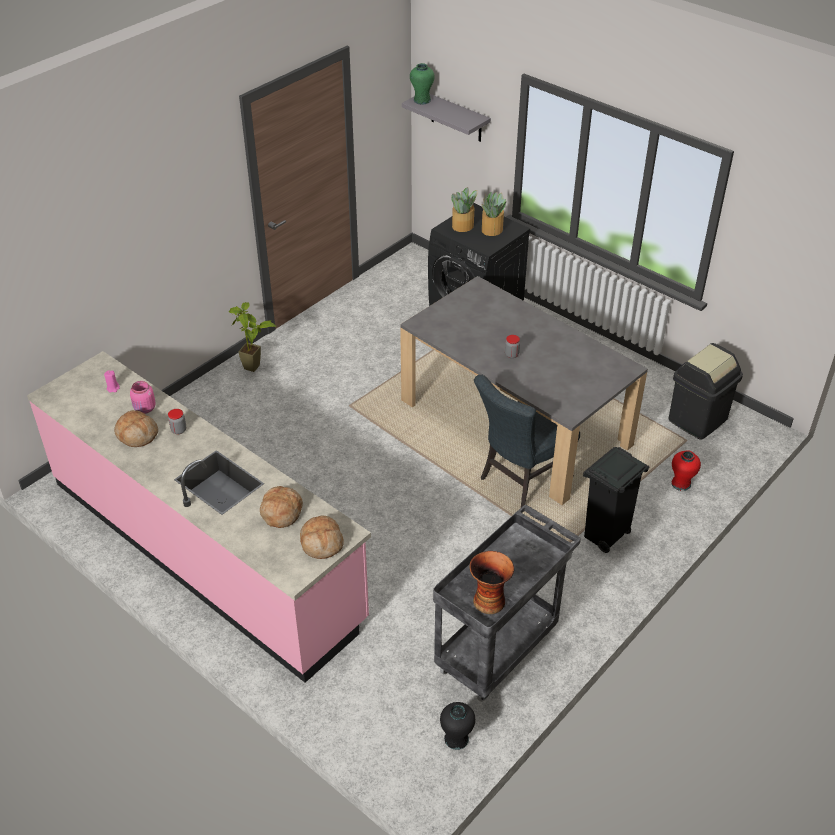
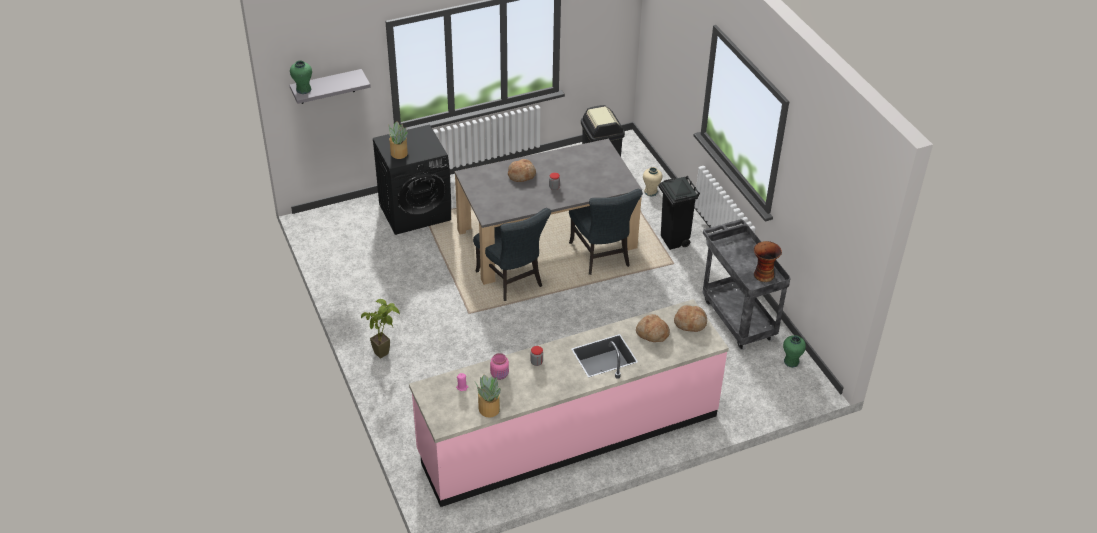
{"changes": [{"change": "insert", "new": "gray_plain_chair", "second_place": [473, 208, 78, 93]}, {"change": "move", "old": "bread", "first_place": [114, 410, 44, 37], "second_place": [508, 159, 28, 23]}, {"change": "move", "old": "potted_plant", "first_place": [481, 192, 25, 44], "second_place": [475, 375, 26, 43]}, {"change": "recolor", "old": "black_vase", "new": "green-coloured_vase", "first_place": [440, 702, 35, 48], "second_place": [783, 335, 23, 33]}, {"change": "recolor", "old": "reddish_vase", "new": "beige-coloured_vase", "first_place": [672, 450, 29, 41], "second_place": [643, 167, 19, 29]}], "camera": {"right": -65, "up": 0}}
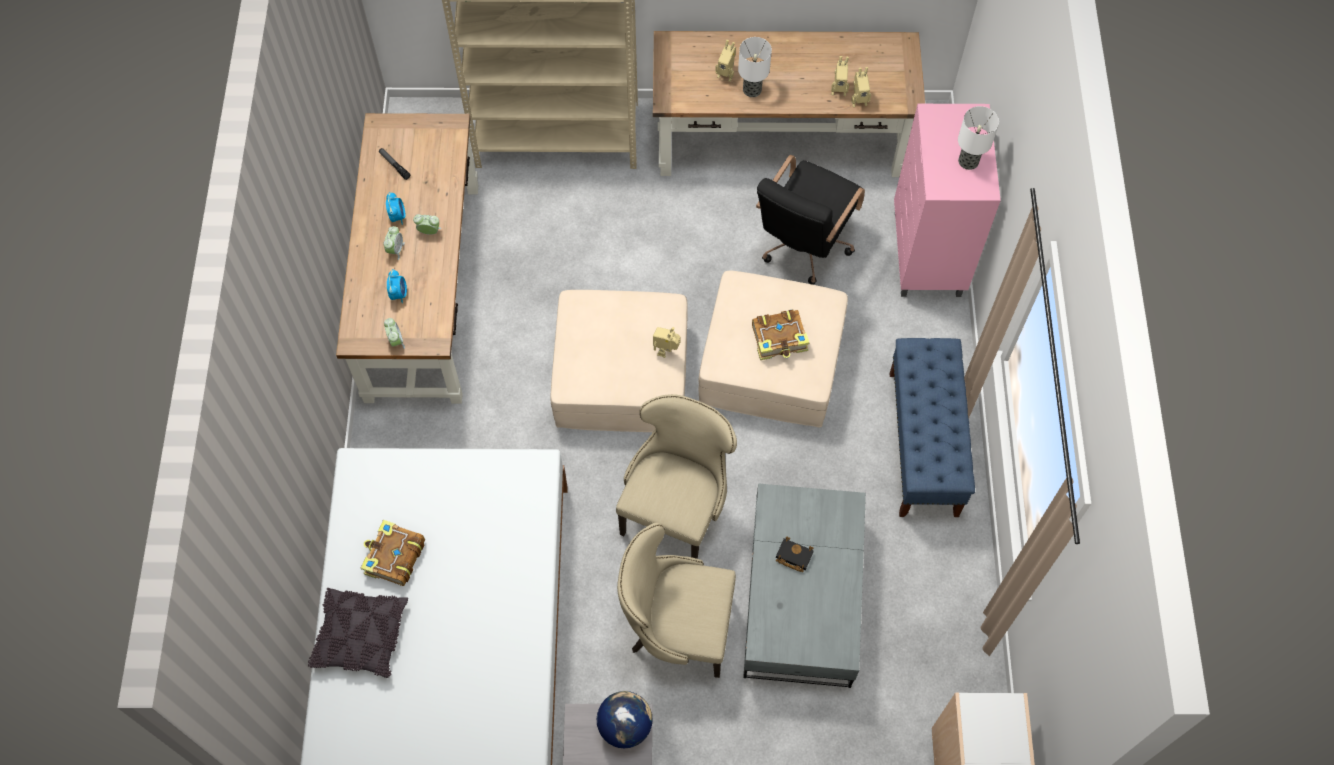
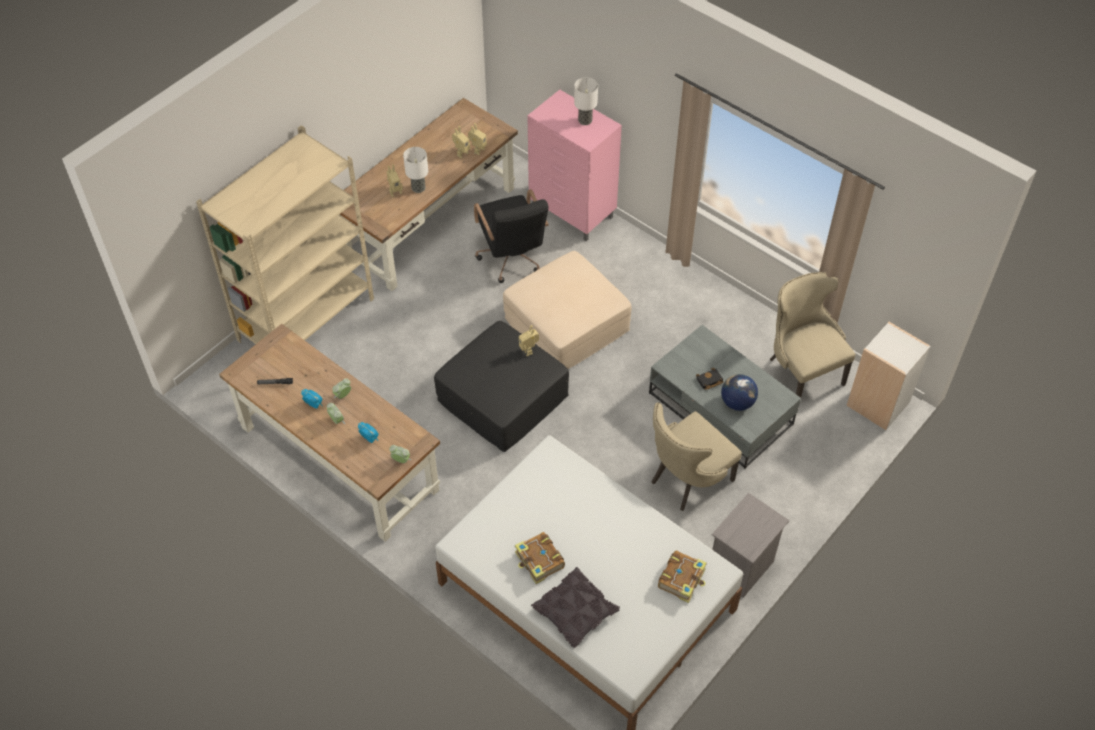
{"changes": [{"change": "delete", "old": "bluish_indoor_bench", "first_place": [889, 338, 86, 179]}, {"change": "move", "old": "globe", "first_place": [597, 691, 56, 57], "second_place": [721, 374, 37, 37]}, {"change": "move", "old": "beige-coloured_plain_chair", "first_place": [616, 394, 121, 165], "second_place": [770, 272, 86, 126]}, {"change": "move", "old": "bound_book", "first_place": [752, 309, 58, 51], "second_place": [658, 550, 49, 53]}, {"change": "recolor", "old": "beige-coloured_ottoman", "new": "black_ottoman", "first_place": [550, 290, 138, 142], "second_place": [434, 321, 135, 131]}], "camera": {"right": -50, "up": -10}}
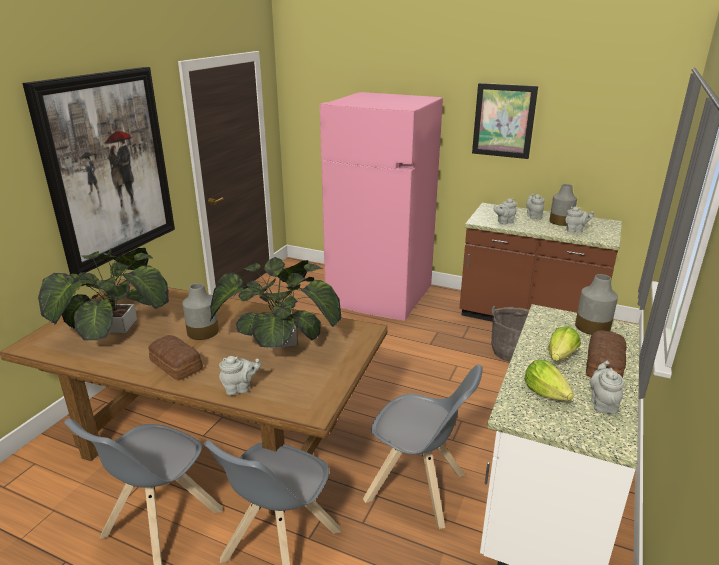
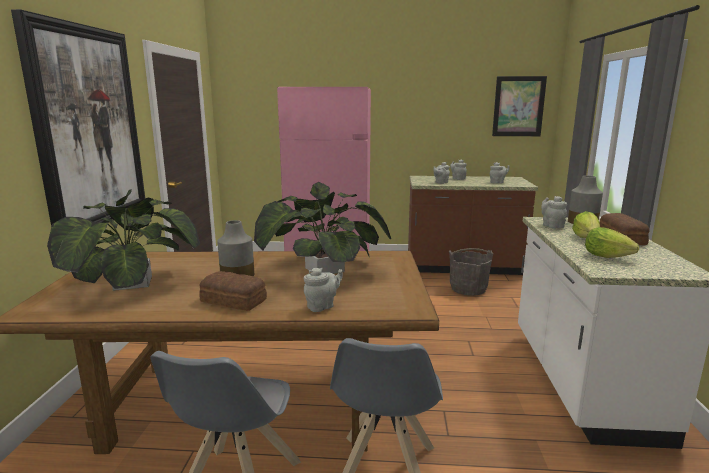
{"changes": [{"change": "delete", "old": "gray_plain_chair", "first_place": [363, 365, 120, 164]}, {"change": "delete", "old": "gray_vase", "first_place": [549, 184, 28, 42]}, {"change": "move", "old": "wall_picture", "first_place": [472, 83, 66, 76], "second_place": [492, 76, 55, 60]}, {"change": "move", "old": "gray_tea_pot", "first_place": [589, 361, 35, 53], "second_place": [541, 196, 26, 32]}], "camera": {"right": -20, "up": -10}}
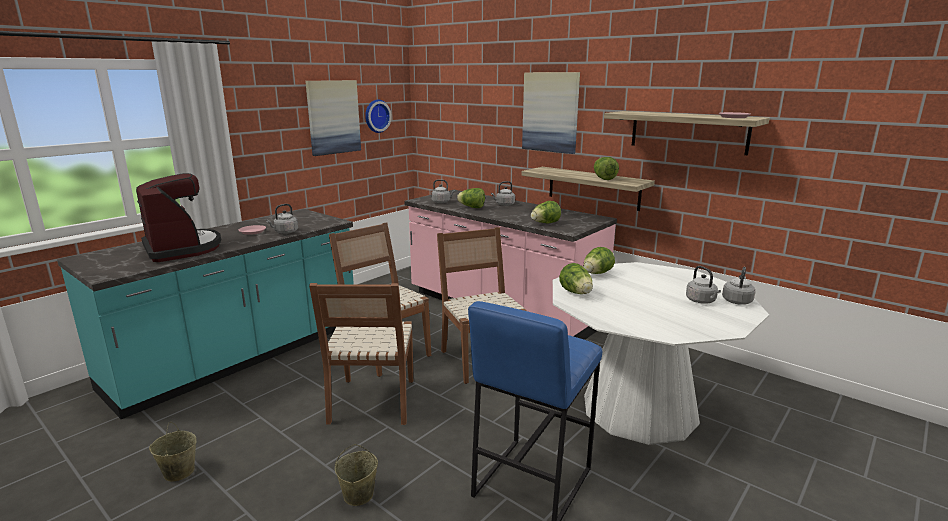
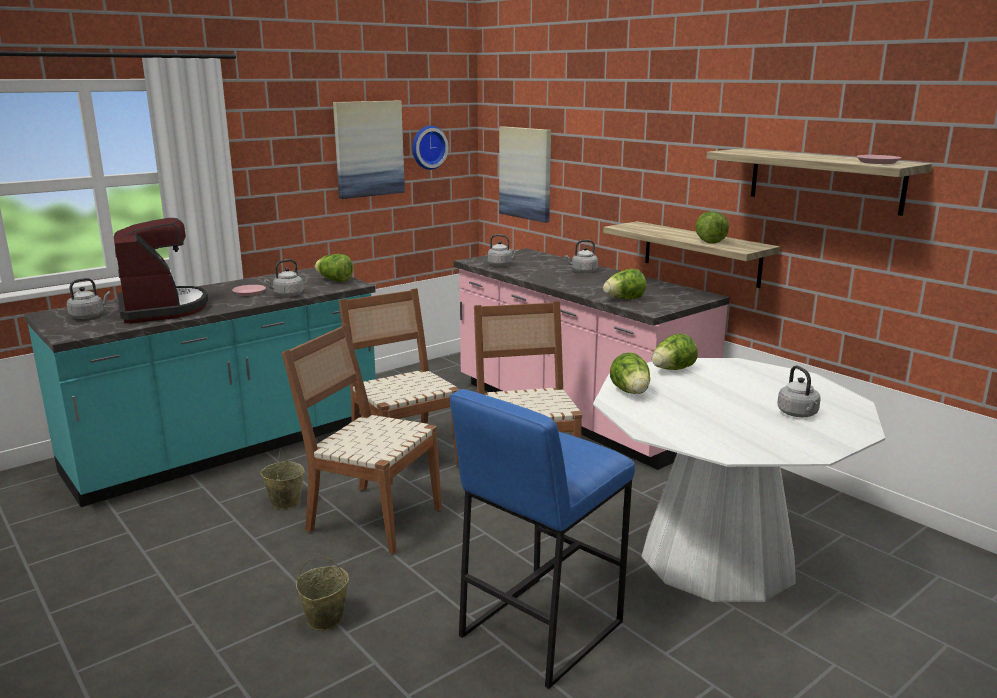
{"changes": [{"change": "move", "old": "beige-coloured_pail", "first_place": [149, 422, 48, 59], "second_place": [260, 449, 45, 60]}, {"change": "move", "old": "lettuce_head", "first_place": [457, 188, 28, 20], "second_place": [315, 254, 38, 28]}, {"change": "move", "old": "wall_picture", "first_place": [522, 72, 58, 82], "second_place": [499, 126, 52, 97]}, {"change": "move", "old": "gray_tea_kettle", "first_place": [722, 267, 33, 38], "second_place": [67, 278, 43, 41]}, {"change": "rotate", "old": "plain_chair", "first_place": [309, 283, 104, 142], "second_place": [282, 324, 160, 231], "degrees": 105}], "camera": {"right": 10, "up": 0}}
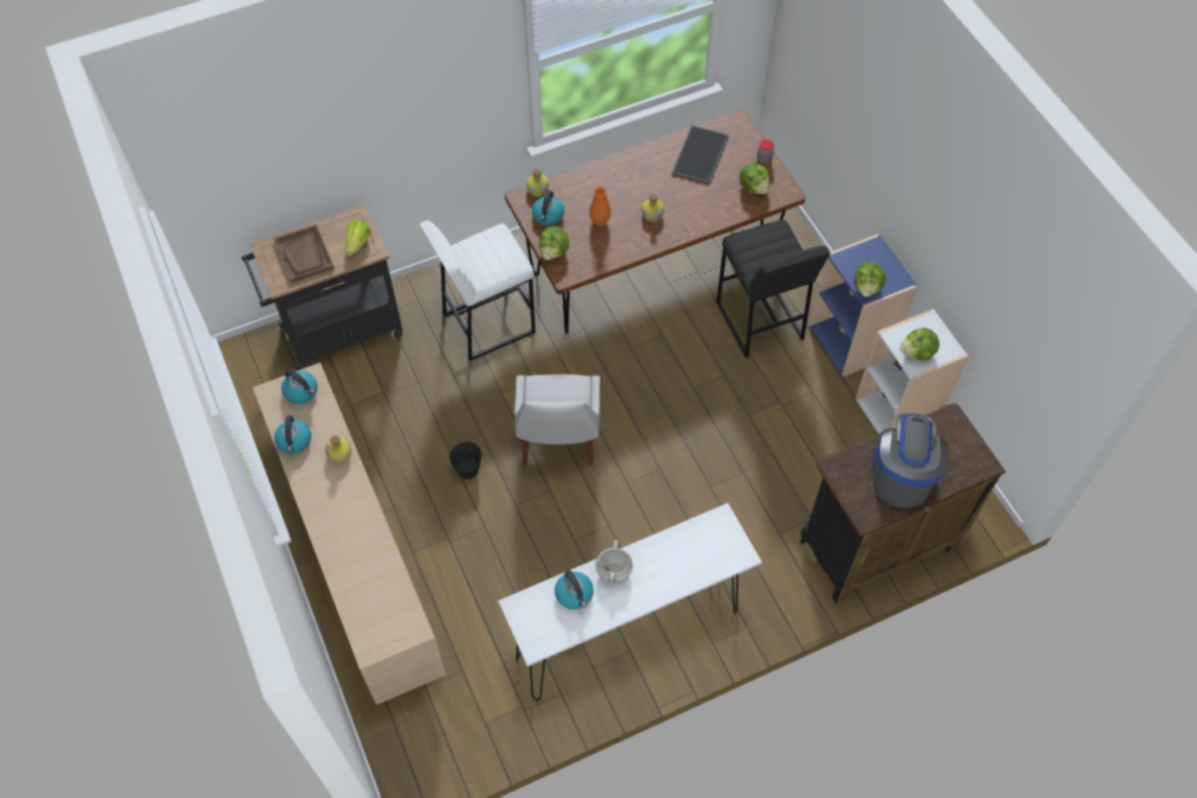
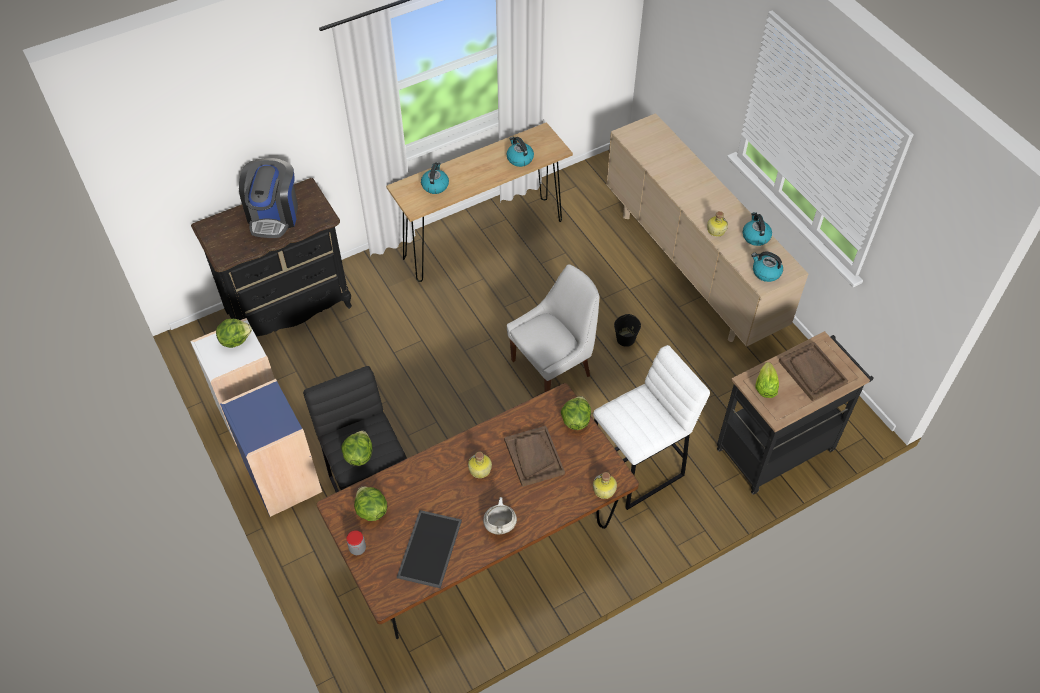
{"changes": [{"change": "move", "old": "tea_kettle", "first_place": [532, 190, 32, 36], "second_place": [421, 162, 28, 32]}, {"change": "move", "old": "white_saucepot", "first_place": [596, 540, 37, 43], "second_place": [483, 497, 34, 38]}, {"change": "move", "old": "lettuce_head", "first_place": [854, 262, 32, 35], "second_place": [341, 431, 31, 35]}, {"change": "replace", "old": "orangey_vase", "new": "brownish_serving_tray", "first_place": [589, 187, 22, 39], "second_place": [504, 426, 61, 61]}, {"change": "recolor", "old": "white_console_table", "new": "brownish_console_table", "first_place": [498, 503, 264, 197], "second_place": [386, 122, 187, 160]}, {"change": "rotate", "old": "white_plain_chair", "first_place": [515, 374, 85, 91], "second_place": [507, 264, 92, 128], "degrees": 60}], "camera": {"right": 175, "up": -5}}
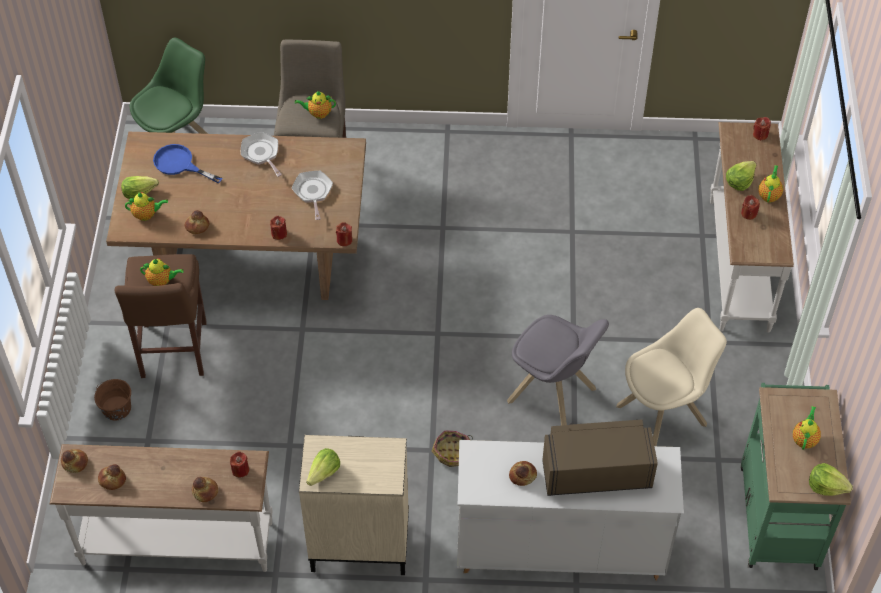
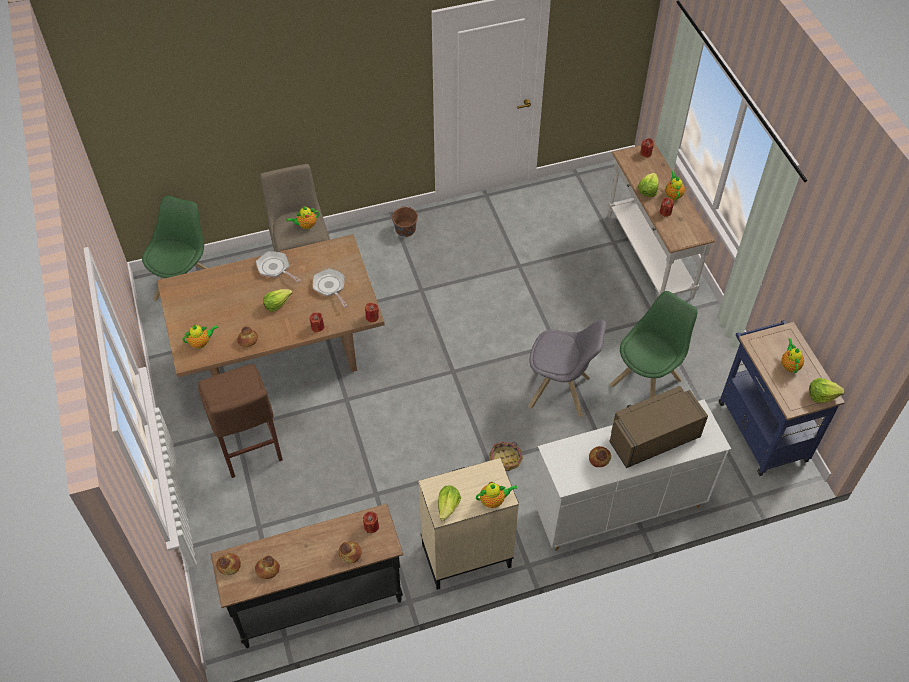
{"changes": [{"change": "delete", "old": "bluish_frying_pan", "first_place": [153, 144, 69, 40]}, {"change": "move", "old": "brownish_pail", "first_place": [94, 379, 37, 42], "second_place": [392, 206, 26, 31]}, {"change": "move", "old": "lettuce_head", "first_place": [121, 176, 38, 23], "second_place": [263, 289, 29, 22]}, {"change": "move", "old": "tea_pot", "first_place": [140, 258, 44, 28], "second_place": [476, 482, 41, 26]}, {"change": "recolor", "old": "white_console_table", "new": "black_console_table", "first_place": [50, 444, 223, 128], "second_place": [211, 504, 192, 144]}, {"change": "recolor", "old": "beige-coloured_plain_chair", "new": "green-coloured_plain_chair", "first_place": [616, 308, 111, 138], "second_place": [610, 291, 87, 107]}, {"change": "recolor", "old": "green-coloured_cart", "new": "bluish_cart", "first_place": [740, 383, 111, 187], "second_place": [719, 320, 126, 156]}], "camera": {"right": -20, "up": 0}}
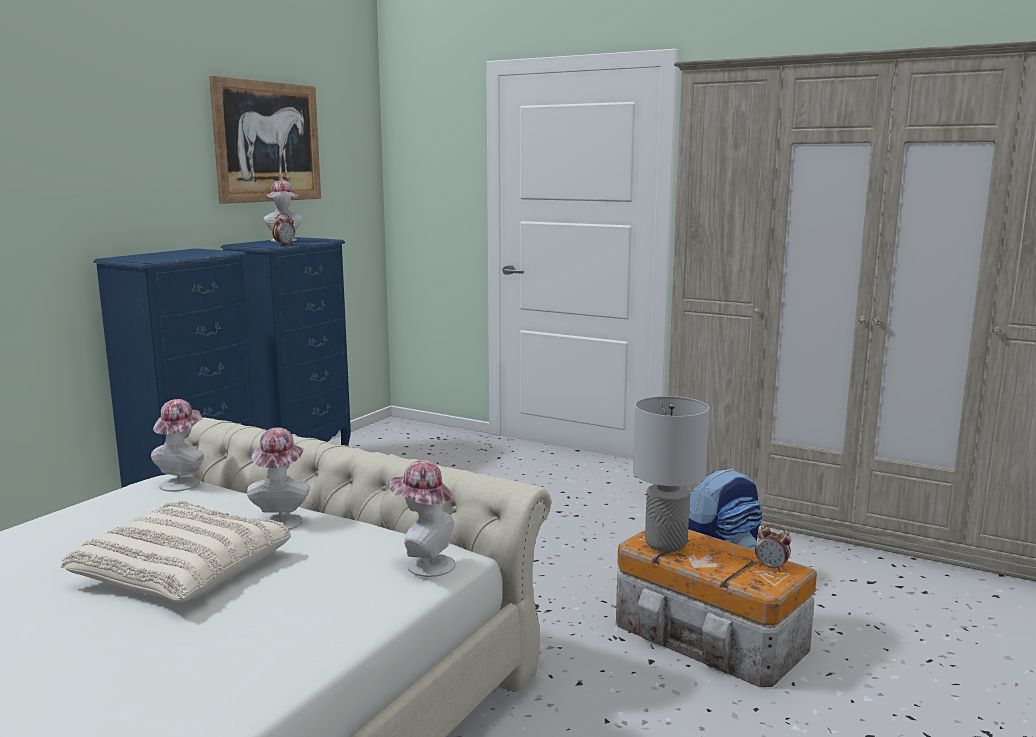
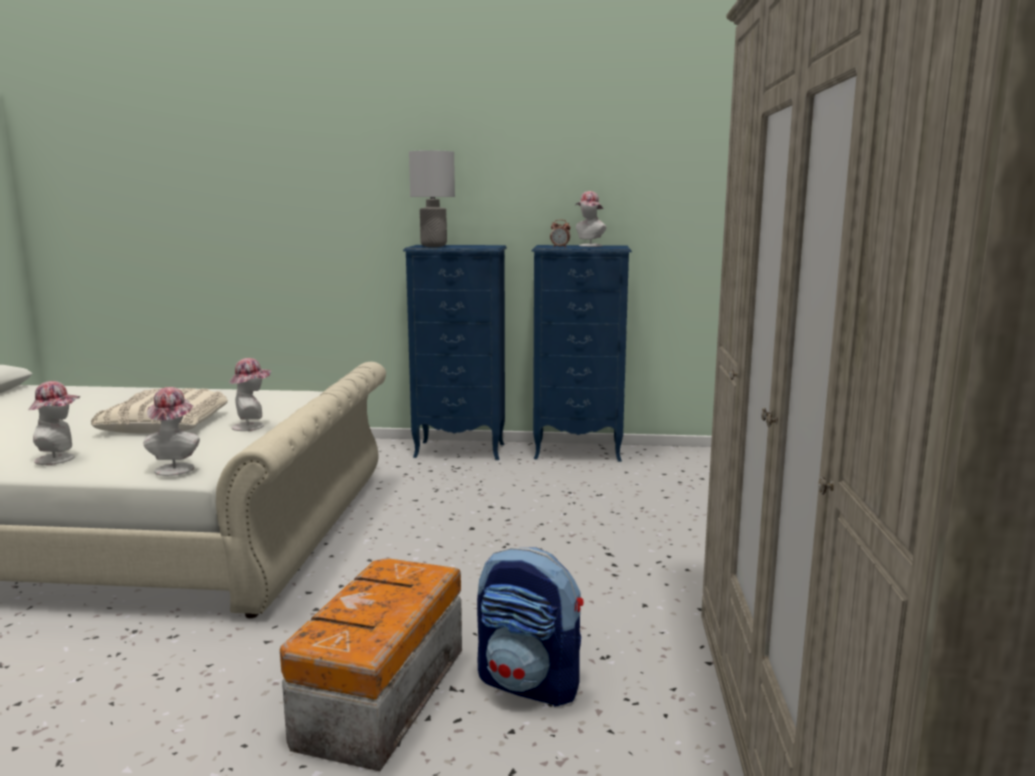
{"changes": [{"change": "delete", "old": "wall_picture", "first_place": [209, 76, 112, 128]}, {"change": "delete", "old": "bedside_clock", "first_place": [755, 524, 36, 48]}, {"change": "move", "old": "wearable_hat", "first_place": [151, 399, 53, 93], "second_place": [28, 381, 52, 84]}, {"change": "move", "old": "gray_tabletop_lamp", "first_place": [633, 396, 76, 156], "second_place": [409, 150, 46, 97]}], "camera": {"right": 65, "up": 0}}
